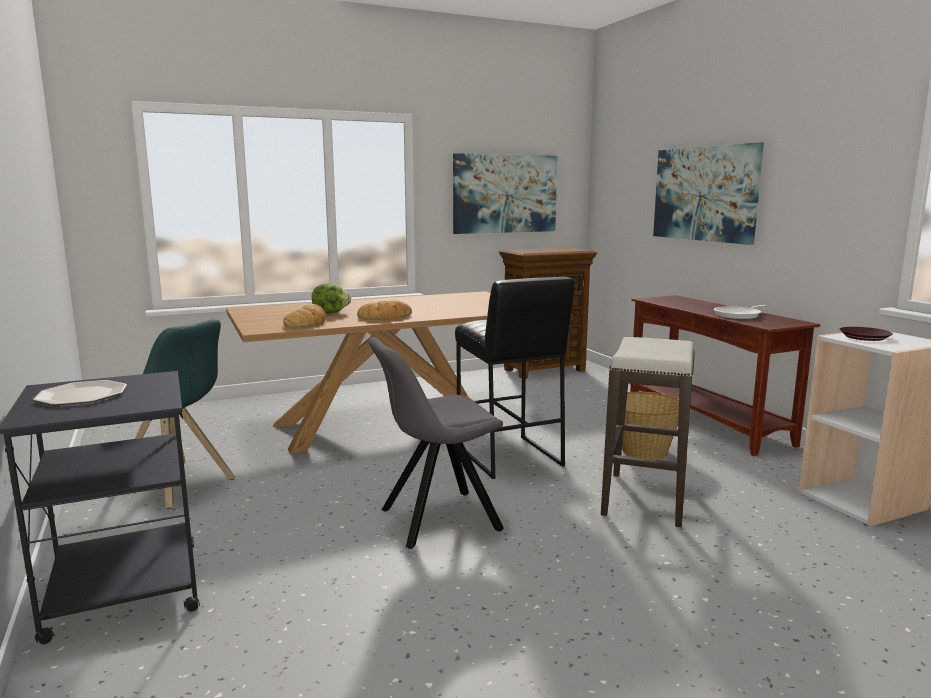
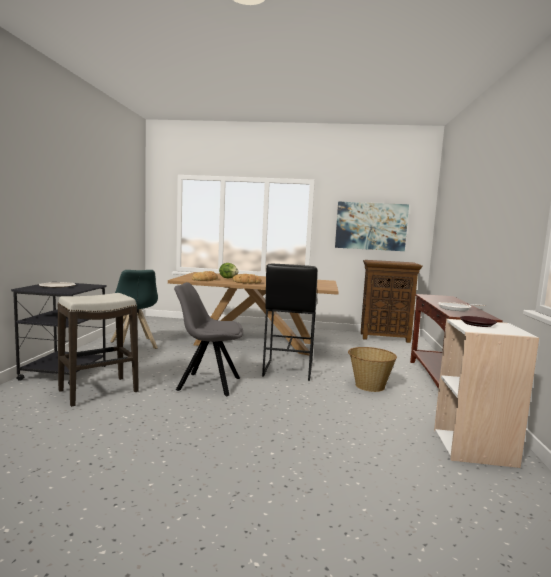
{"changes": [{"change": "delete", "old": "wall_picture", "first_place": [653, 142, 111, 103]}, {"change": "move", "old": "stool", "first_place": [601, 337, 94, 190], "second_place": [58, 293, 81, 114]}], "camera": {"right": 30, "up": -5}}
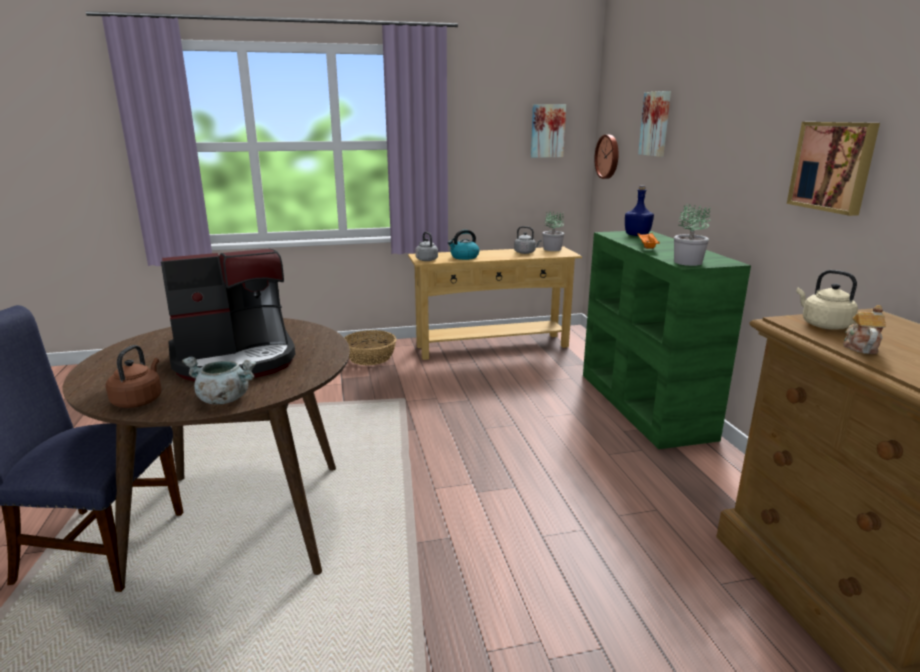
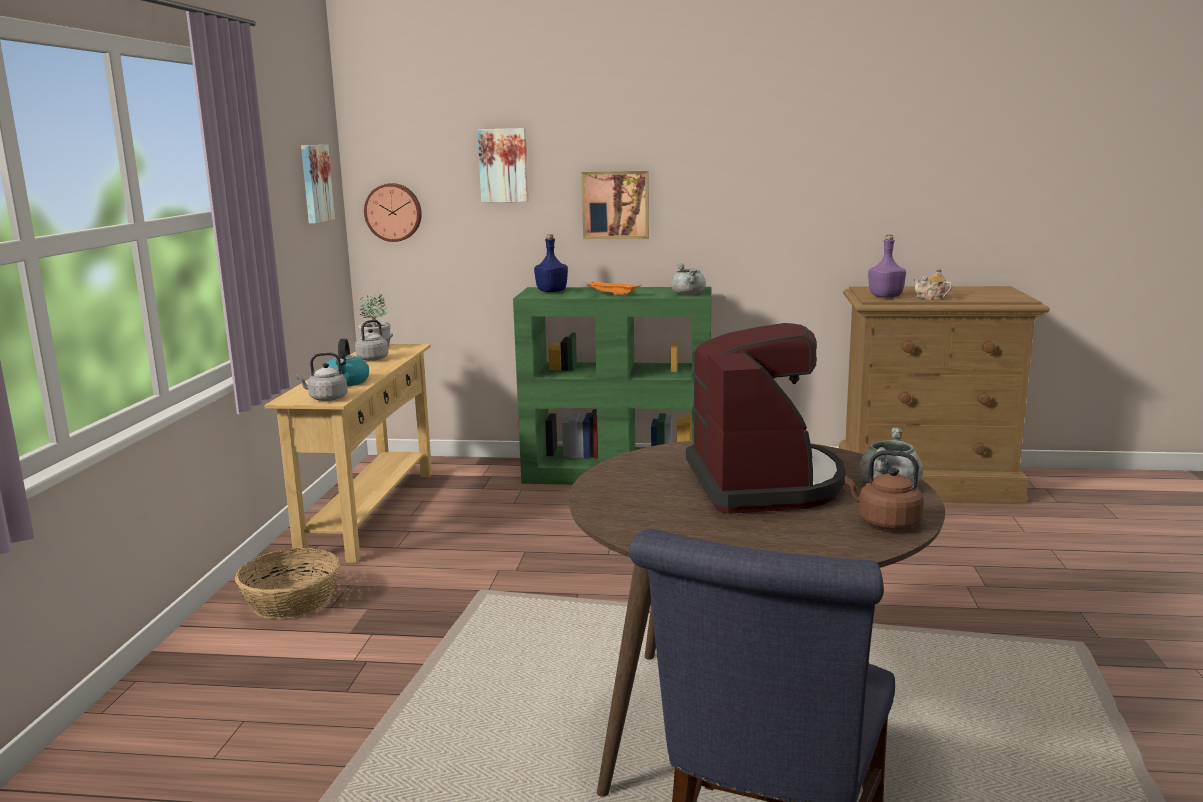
{"changes": [{"change": "move", "old": "wall_picture", "first_place": [787, 122, 93, 94], "second_place": [582, 171, 67, 68]}, {"change": "replace", "old": "potted_plant", "new": "gray_saucepot", "first_place": [674, 203, 37, 63], "second_place": [671, 263, 35, 32]}, {"change": "replace", "old": "beige-coloured_tea_kettle", "new": "purple_drink_bottle", "first_place": [796, 270, 62, 60], "second_place": [868, 235, 38, 63]}], "camera": {"right": -70, "up": -5}}
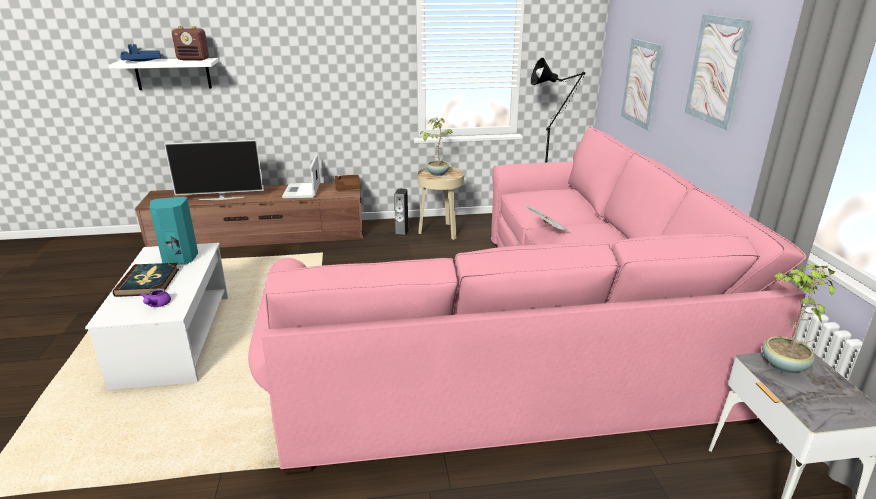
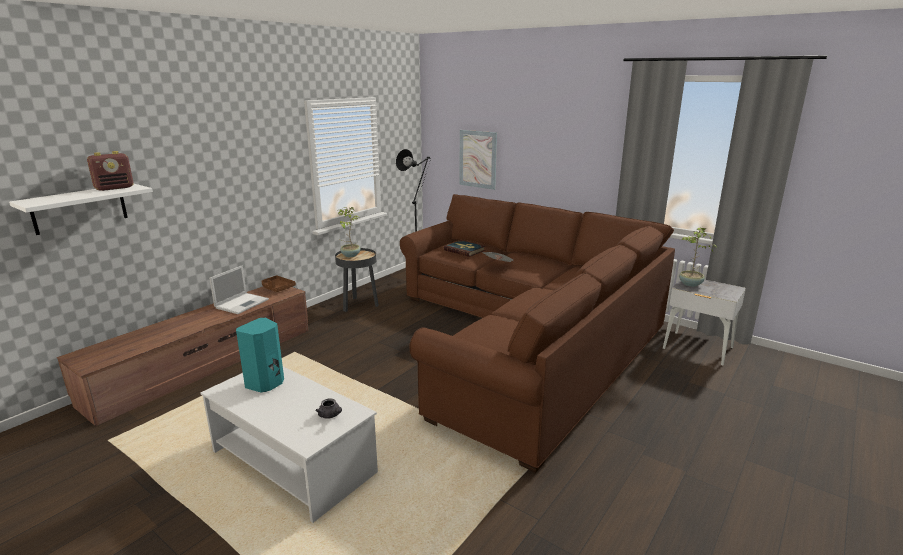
{"changes": [{"change": "delete", "old": "bluish_serving_tray", "first_place": [120, 44, 41, 17]}, {"change": "delete", "old": "TV_set", "first_place": [164, 140, 100, 60]}, {"change": "delete", "old": "loudspeaker", "first_place": [394, 189, 15, 48]}, {"change": "delete", "old": "wall_picture", "first_place": [685, 14, 69, 116]}, {"change": "move", "old": "bound_book", "first_place": [113, 263, 66, 34], "second_place": [444, 240, 41, 17]}, {"change": "recolor", "old": "purple_tea_pot", "new": "gray_tea_pot", "first_place": [140, 288, 31, 19], "second_place": [316, 398, 26, 21]}, {"change": "recolor", "old": "pink_settee", "new": "brownish_settee", "first_place": [248, 127, 558, 348], "second_place": [400, 194, 275, 279]}, {"change": "recolor", "old": "beige-coloured_end_table", "new": "black_end_table", "first_place": [417, 167, 47, 73], "second_place": [335, 248, 44, 64]}, {"change": "rotate", "old": "notebook_computer", "first_place": [282, 155, 38, 43], "second_place": [209, 265, 60, 49], "degrees": -105}], "camera": {"right": -45, "up": -5}}
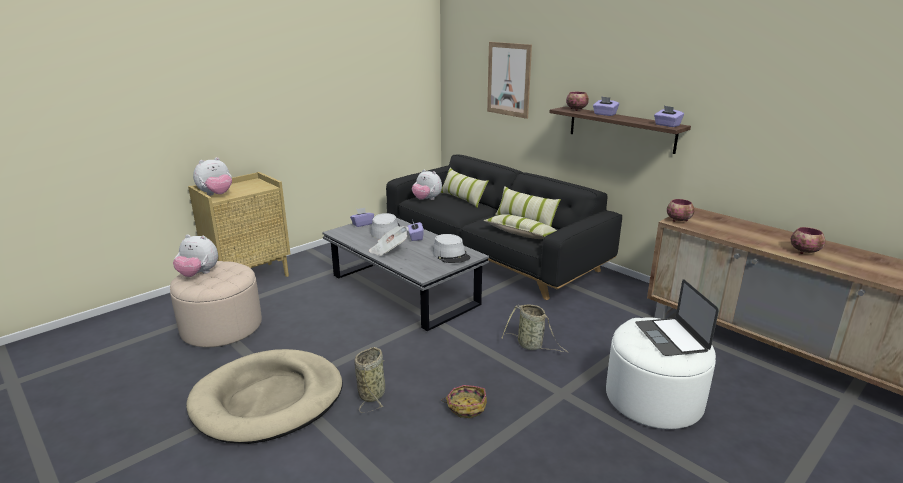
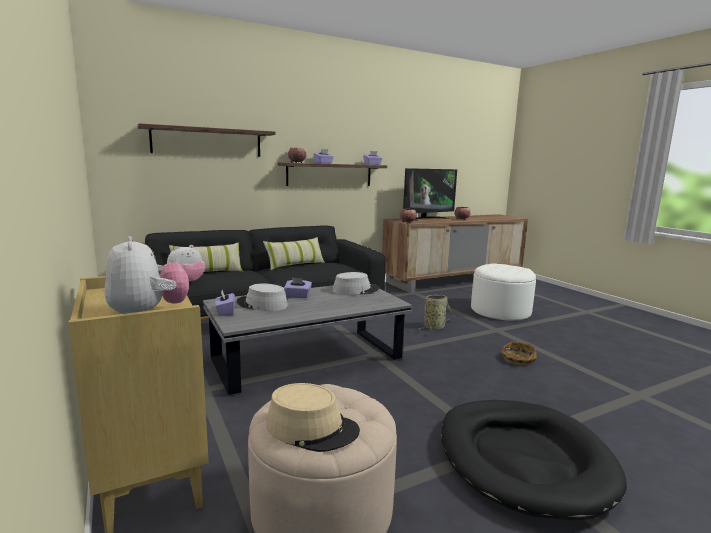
{"changes": [{"change": "delete", "old": "household_basket", "first_place": [354, 347, 31, 66]}, {"change": "delete", "old": "printed_paper", "first_place": [369, 226, 40, 30]}, {"change": "delete", "old": "throw_pillow", "first_place": [484, 214, 73, 25]}, {"change": "delete", "old": "notebook_computer", "first_place": [635, 279, 84, 77]}, {"change": "insert", "new": "TV_set", "second_place": [403, 168, 54, 53]}, {"change": "replace", "old": "soft_toy", "new": "beige-coloured_wearable_hat", "first_place": [173, 234, 45, 43], "second_place": [266, 383, 94, 69]}, {"change": "replace", "old": "wall_picture", "new": "wall_shelf", "first_place": [487, 42, 45, 77], "second_place": [137, 123, 138, 34]}, {"change": "recolor", "old": "beige-coloured_dog_cushion", "new": "black_dog_cushion", "first_place": [186, 349, 157, 95], "second_place": [441, 400, 186, 120]}], "camera": {"right": -75, "up": -10}}
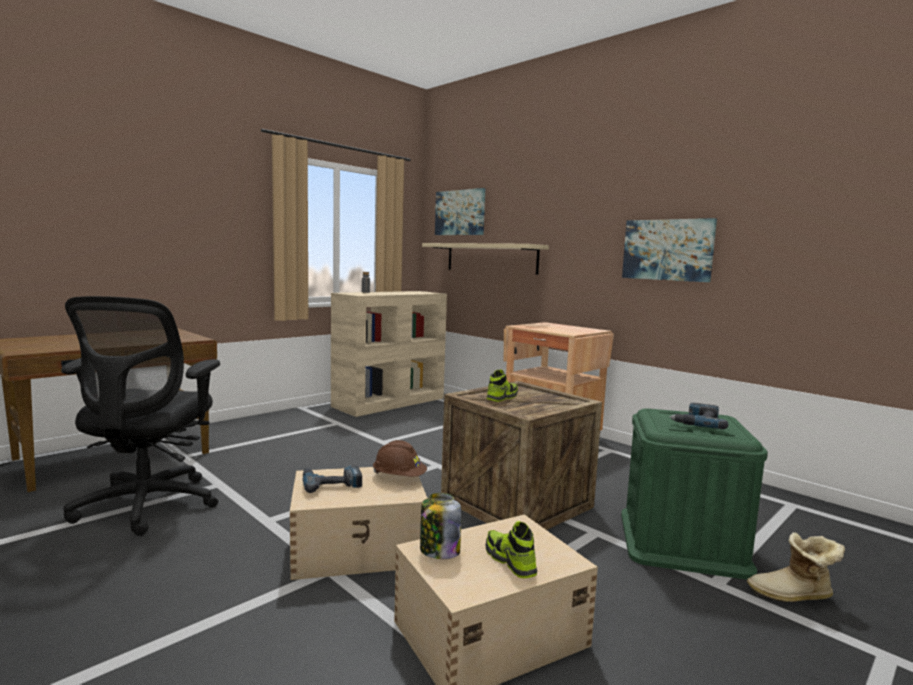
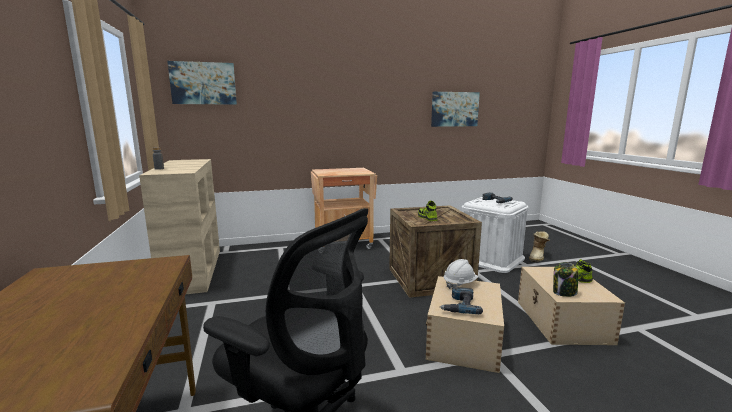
{"changes": [{"change": "delete", "old": "beige-coloured_wall_shelf", "first_place": [422, 243, 127, 32]}, {"change": "move", "old": "wall_picture", "first_place": [622, 218, 95, 64], "second_place": [431, 92, 49, 35]}, {"change": "recolor", "old": "brownish_work_helmet", "new": "white_work_helmet", "first_place": [373, 440, 54, 37], "second_place": [444, 259, 34, 30]}, {"change": "recolor", "old": "green-coloured_storage_container", "new": "white_storage_container", "first_place": [621, 408, 147, 171], "second_place": [461, 197, 68, 76]}], "camera": {"right": -60, "up": 5}}
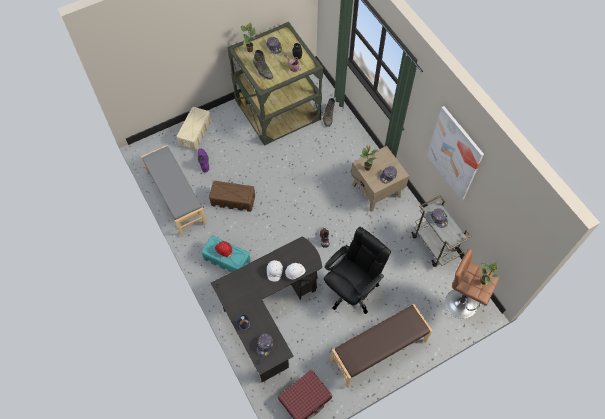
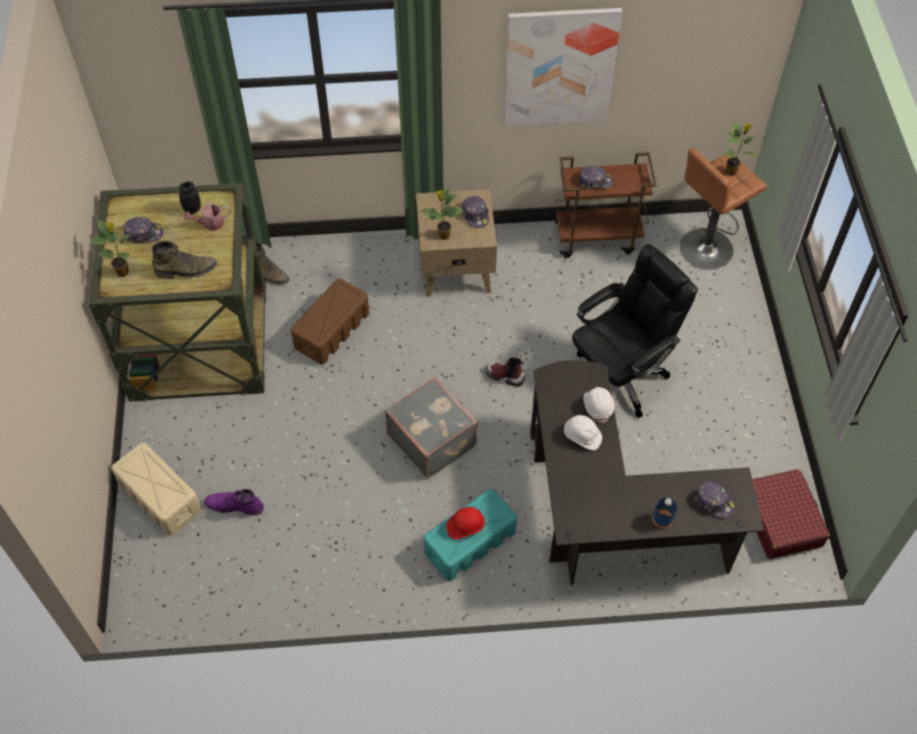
{"changes": [{"change": "delete", "old": "gray_indoor_bench", "first_place": [141, 145, 66, 91]}, {"change": "delete", "old": "brownish_indoor_bench", "first_place": [331, 304, 102, 84]}, {"change": "insert", "new": "gray_travel_case", "second_place": [385, 377, 93, 101]}, {"change": "move", "old": "brownish_storage_container", "first_place": [209, 181, 46, 31], "second_place": [291, 279, 78, 85]}, {"change": "recolor", "old": "gray_cart", "new": "brownish_cart", "first_place": [411, 195, 61, 72], "second_place": [555, 152, 102, 106]}, {"change": "rotate", "old": "black_computer_chair", "first_place": [324, 227, 67, 87], "second_place": [572, 244, 126, 174], "degrees": 75}], "camera": {"right": -65, "up": -5}}
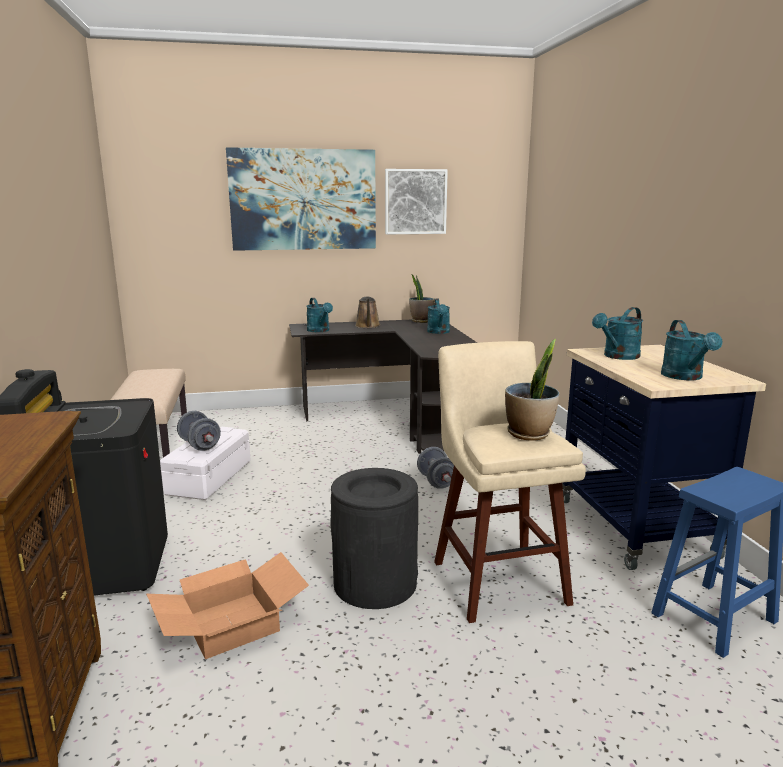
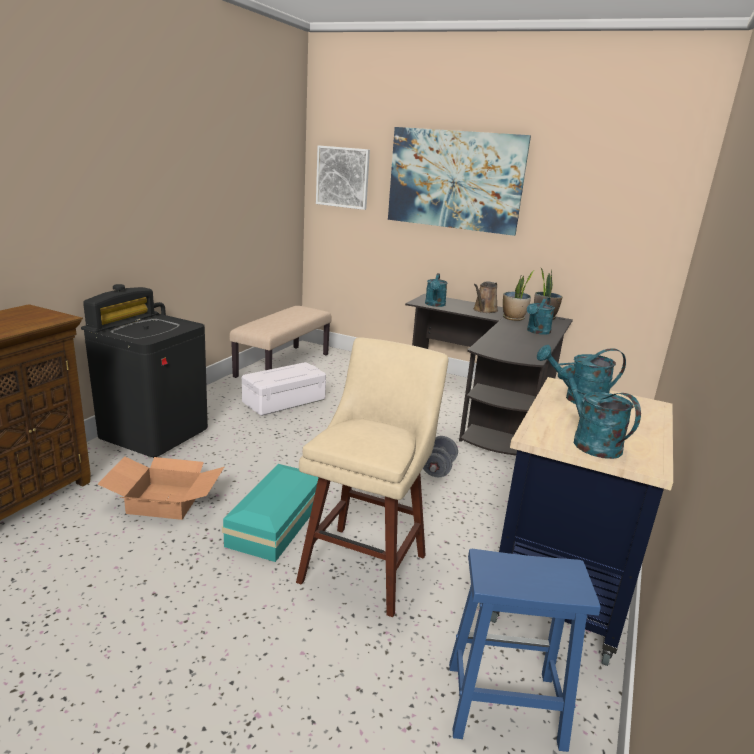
{"changes": [{"change": "delete", "old": "gray_hand_weight", "first_place": [177, 411, 44, 40]}, {"change": "move", "old": "wall_picture", "first_place": [385, 169, 63, 65], "second_place": [316, 145, 54, 65]}, {"change": "move", "old": "potted_plant", "first_place": [505, 339, 54, 102], "second_place": [503, 270, 31, 51]}, {"change": "replace", "old": "black_rubbish_bin", "new": "turquoise_storage_container", "first_place": [330, 468, 88, 141], "second_place": [222, 464, 97, 98]}, {"change": "rotate", "old": "turquoise_watering_pot", "first_place": [661, 320, 62, 61], "second_place": [558, 365, 83, 94], "degrees": 120}], "camera": {"right": 35, "up": 5}}
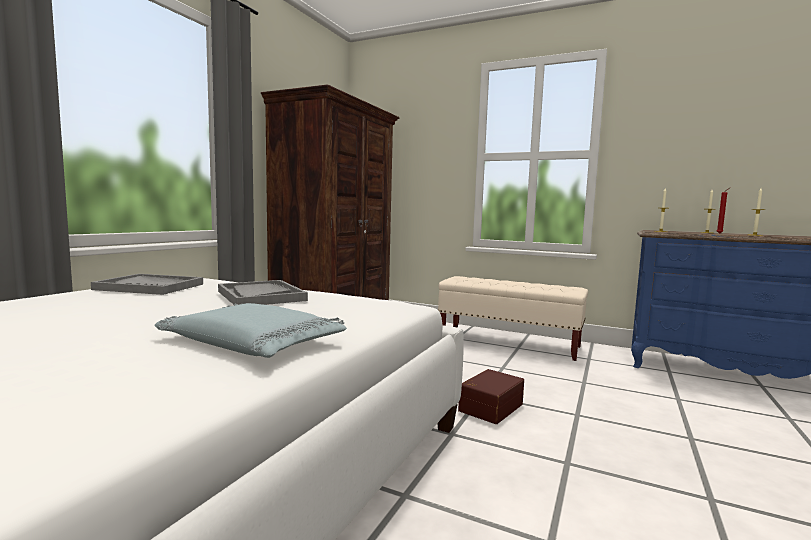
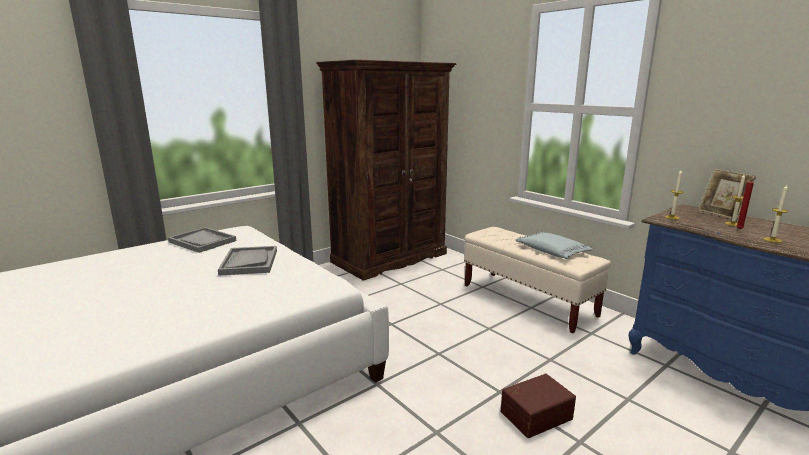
{"changes": [{"change": "insert", "new": "standing_frame", "second_place": [698, 169, 58, 51]}, {"change": "move", "old": "bluish_throw_pillow", "first_place": [154, 303, 193, 55], "second_place": [515, 232, 78, 27]}, {"change": "move", "old": "brownish_storage_container", "first_place": [458, 369, 66, 55], "second_place": [501, 374, 75, 64]}], "camera": {"right": 25, "up": 10}}
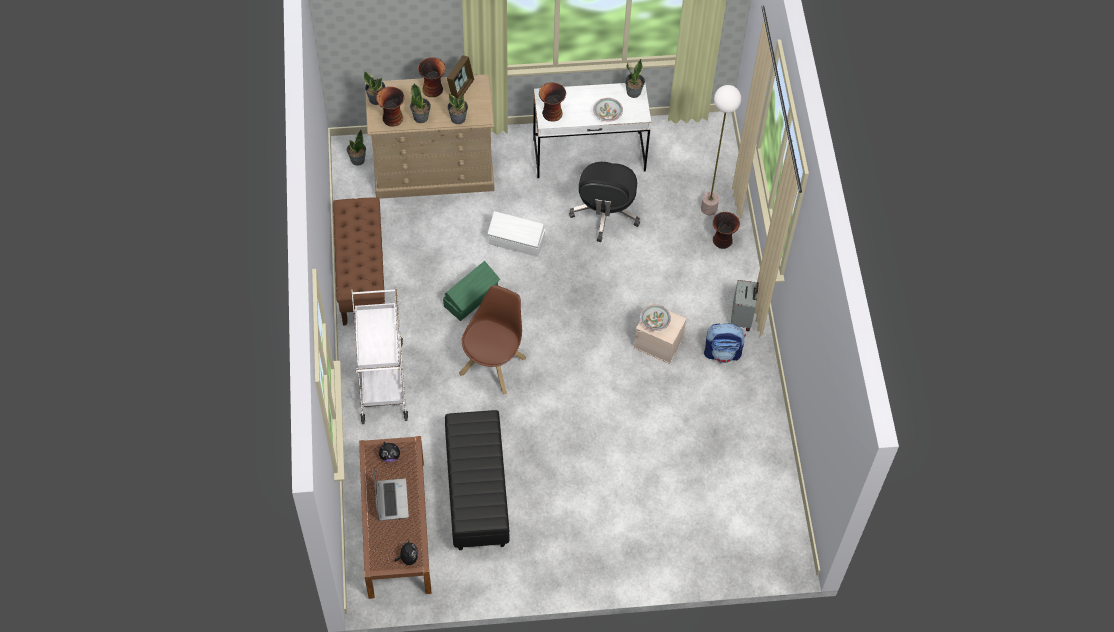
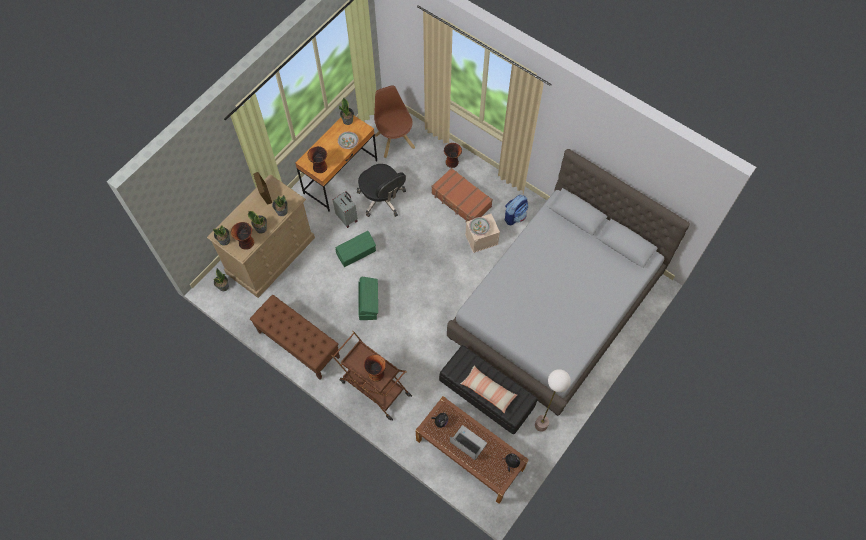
{"changes": [{"change": "insert", "new": "brownish_travel_case", "second_place": [431, 168, 62, 54]}, {"change": "insert", "new": "gray_sleeping_bed", "second_place": [447, 149, 243, 267]}, {"change": "insert", "new": "throw_pillow", "second_place": [460, 366, 57, 47]}, {"change": "move", "old": "vase", "first_place": [418, 57, 28, 40], "second_place": [364, 354, 22, 28]}, {"change": "move", "old": "brownish_plain_chair", "first_place": [459, 285, 67, 110], "second_place": [374, 86, 41, 72]}, {"change": "move", "old": "standing_lamp", "first_place": [701, 85, 40, 130], "second_place": [535, 369, 36, 63]}, {"change": "move", "old": "gray_travel_case", "first_place": [731, 280, 28, 51], "second_place": [332, 191, 26, 37]}, {"change": "recolor", "old": "white_cart", "new": "brownish_cart", "first_place": [351, 287, 57, 137], "second_place": [331, 331, 81, 89]}, {"change": "recolor", "old": "white_storage_container", "new": "green-coloured_storage_container", "first_place": [488, 211, 57, 46], "second_place": [335, 231, 41, 36]}, {"change": "recolor", "old": "white_desk_unit", "new": "brownish_desk_unit", "first_place": [533, 83, 118, 95], "second_place": [295, 116, 82, 95]}], "camera": {"right": -45, "up": 5}}
